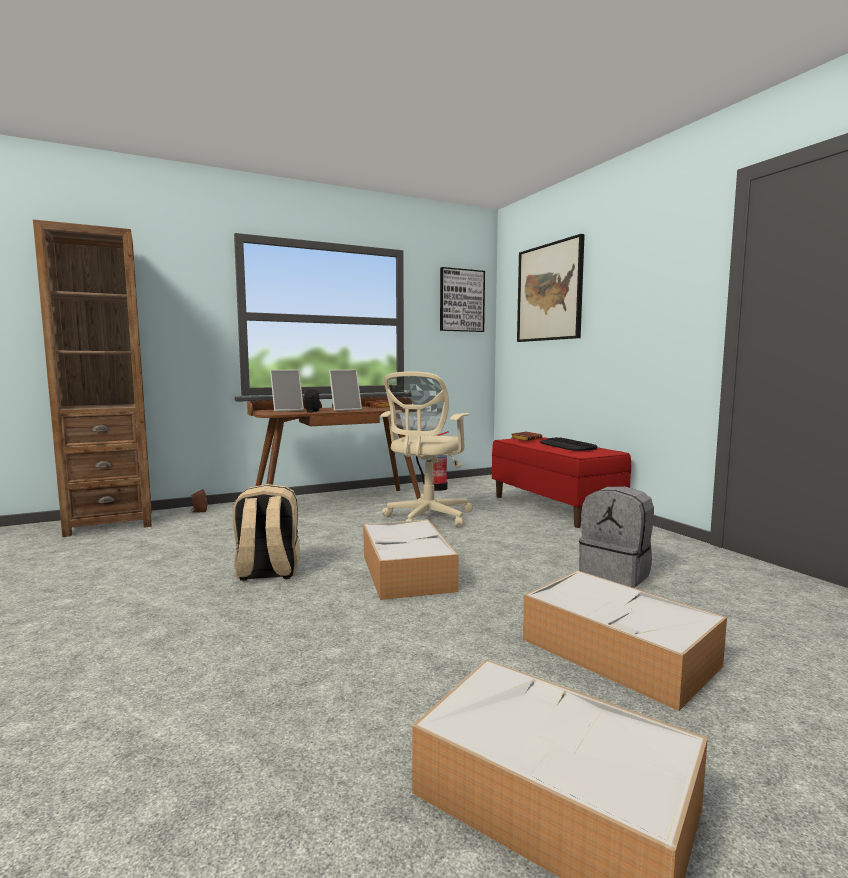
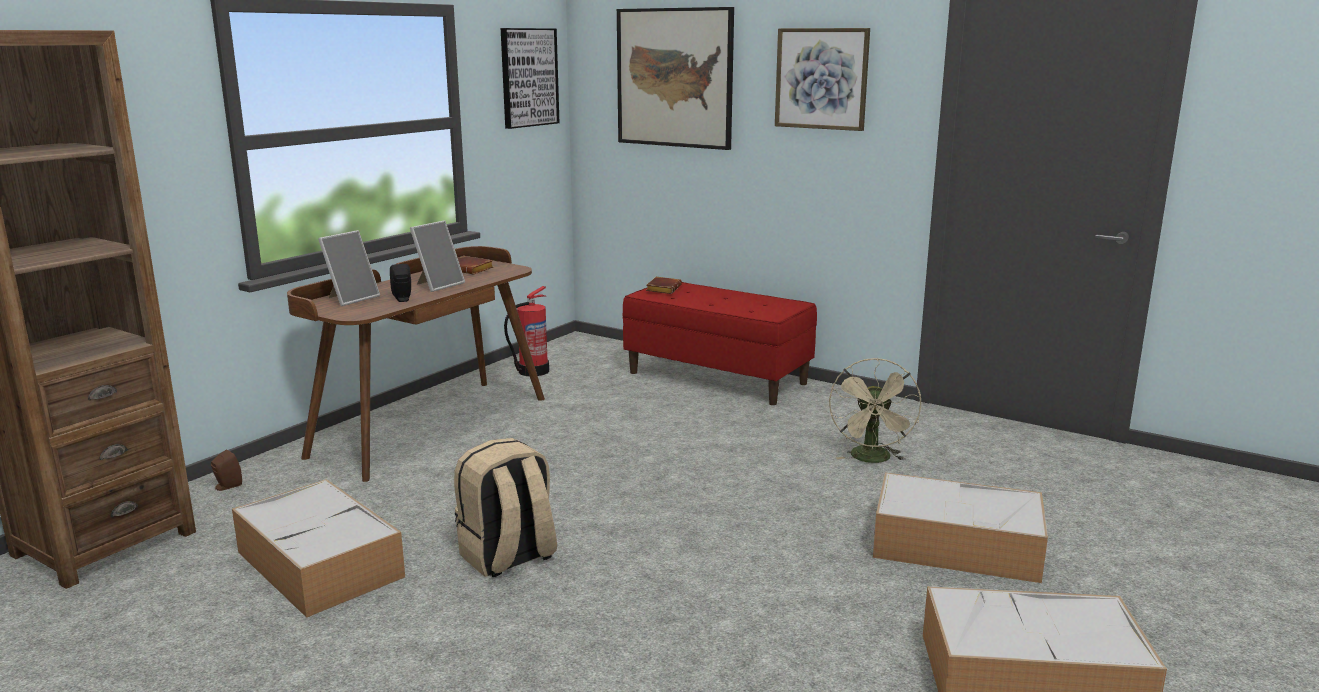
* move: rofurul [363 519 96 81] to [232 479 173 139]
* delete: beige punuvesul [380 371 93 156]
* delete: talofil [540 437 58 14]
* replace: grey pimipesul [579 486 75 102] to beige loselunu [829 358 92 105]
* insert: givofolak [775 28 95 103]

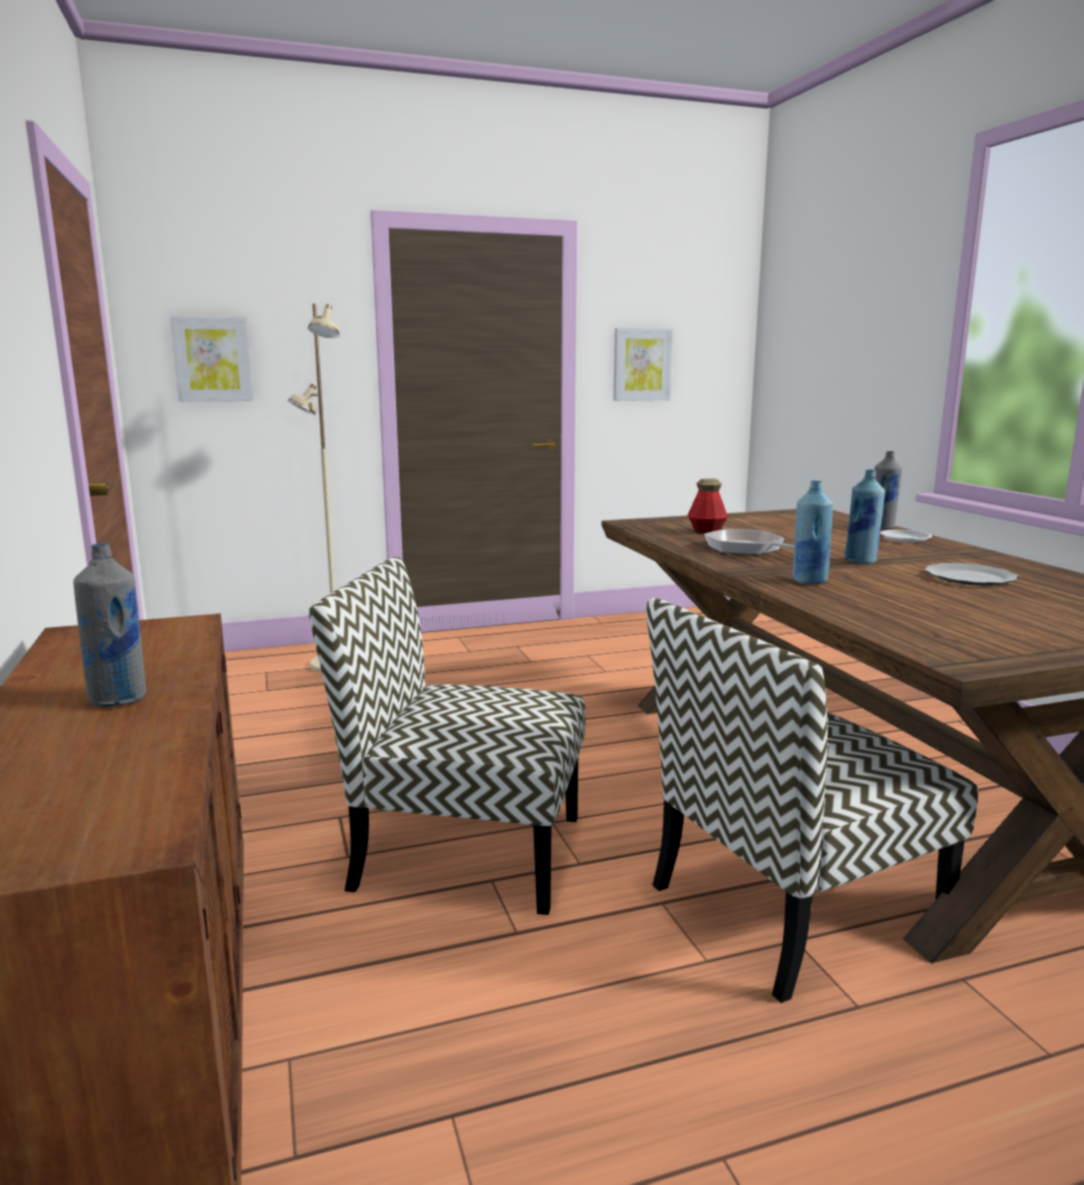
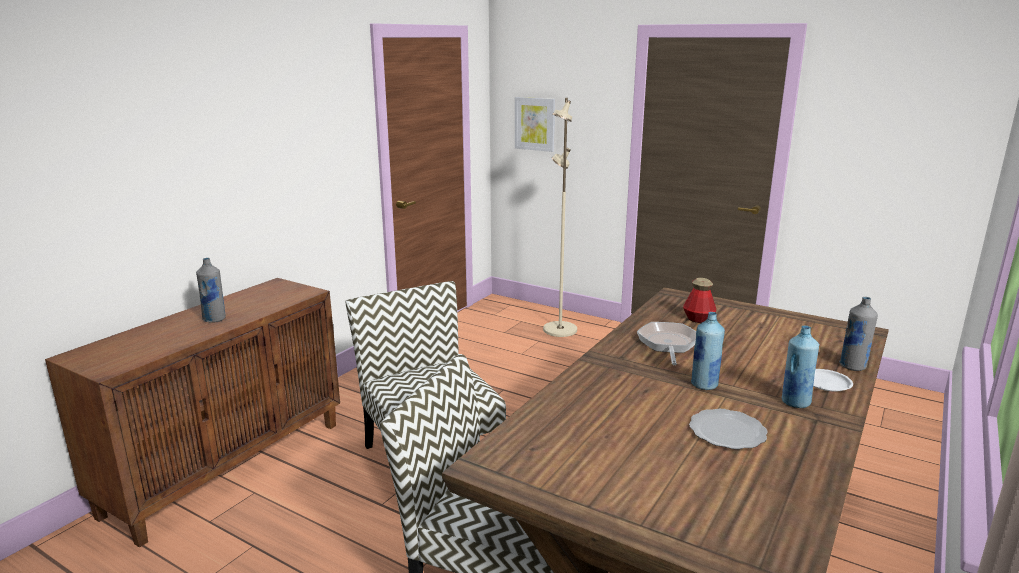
* delete: givofolak [614 328 59 73]
* move: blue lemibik [793 480 40 104] to [782 326 37 82]

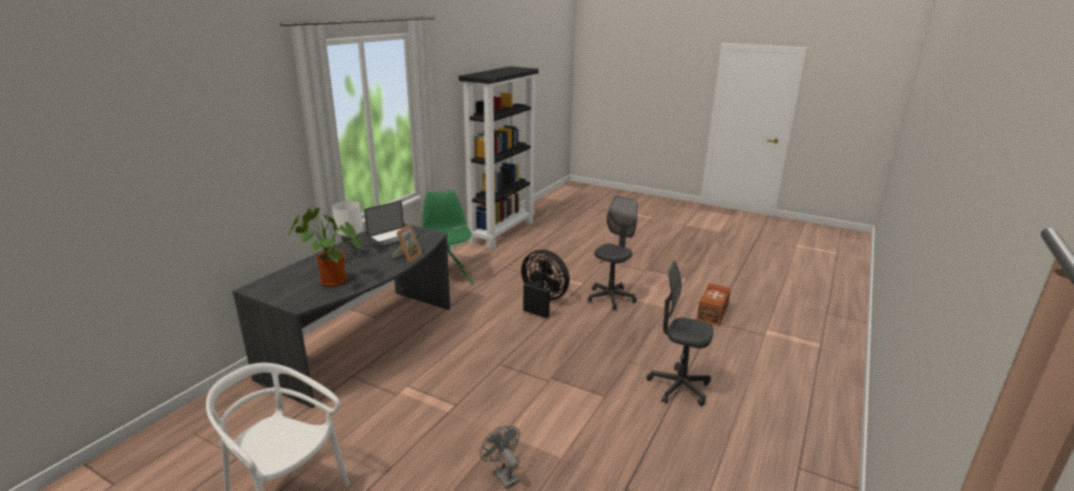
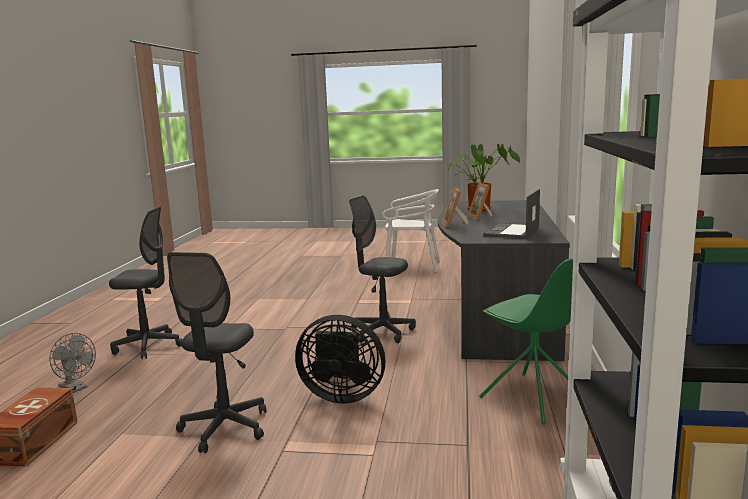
* delete: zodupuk [332 201 31 57]
* move: grey loselunu [480 426 40 63] to [49 333 47 60]
* insert: grey punuvesul [349 195 67 148]
* insert: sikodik [468 182 24 39]

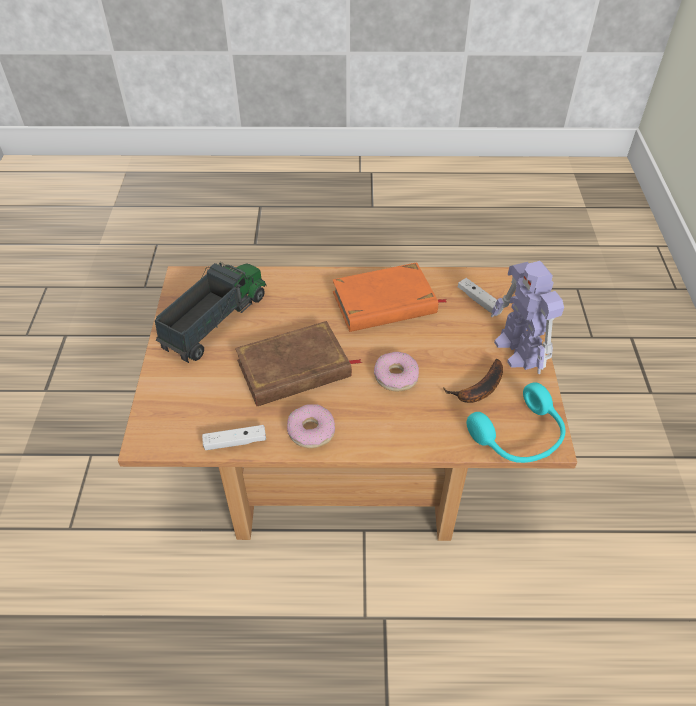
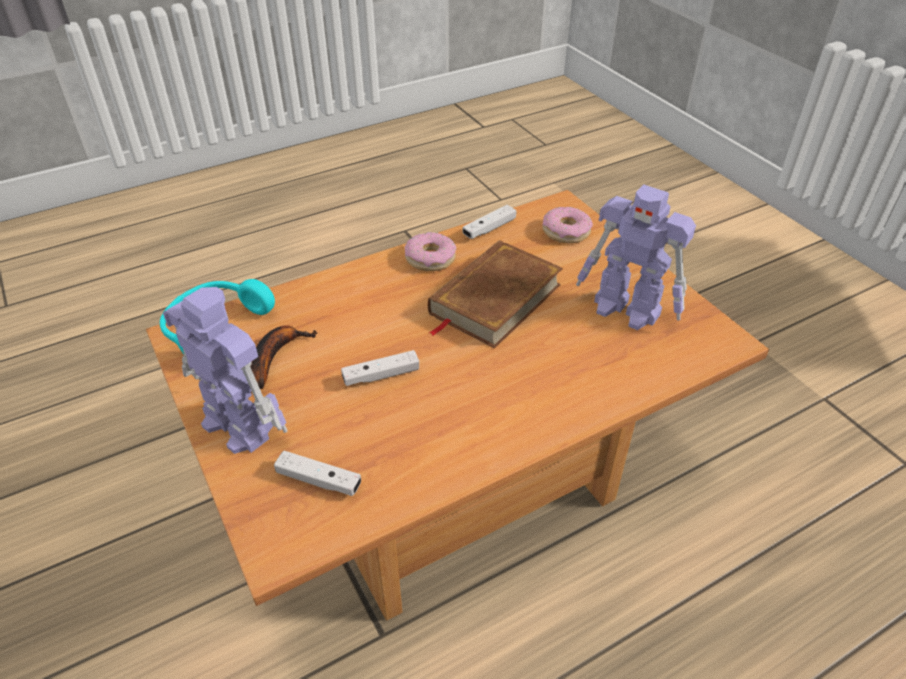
* replace: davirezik [155 262 112 101] to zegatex [576 184 120 146]
* delete: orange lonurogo [333 262 113 70]
* move: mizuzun [374 352 45 39] to [542 207 51 36]
* insert: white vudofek [341 350 78 36]

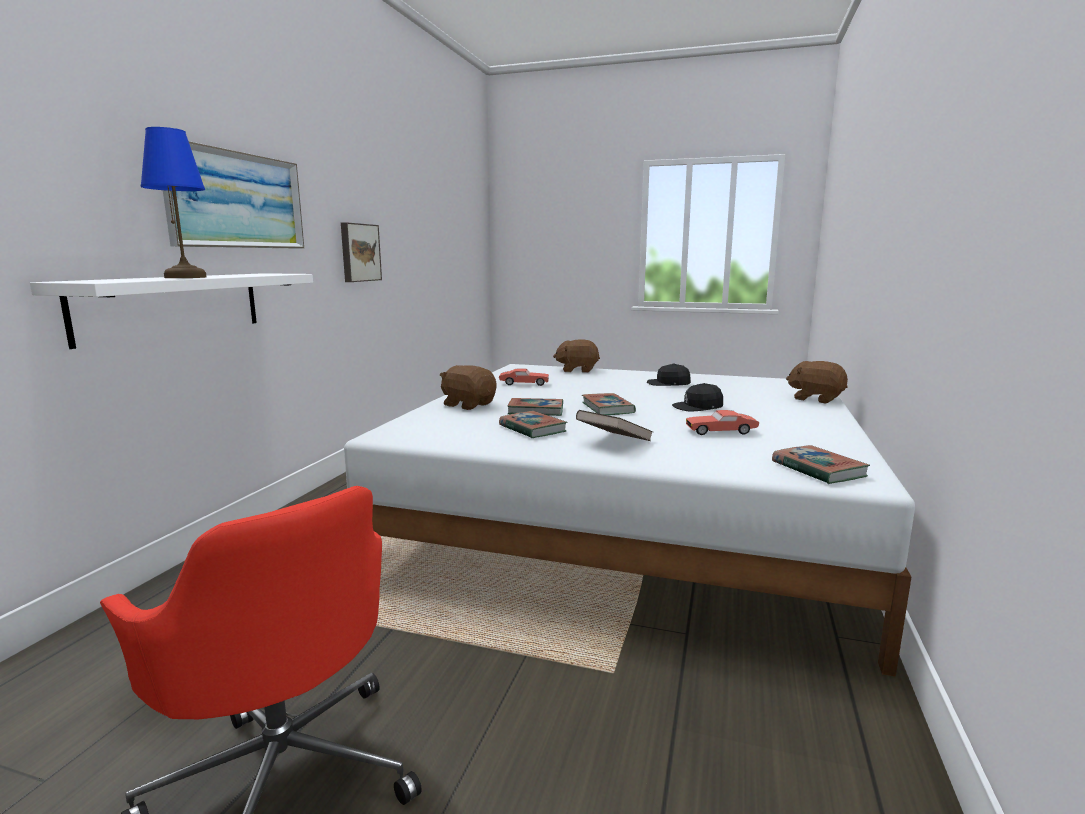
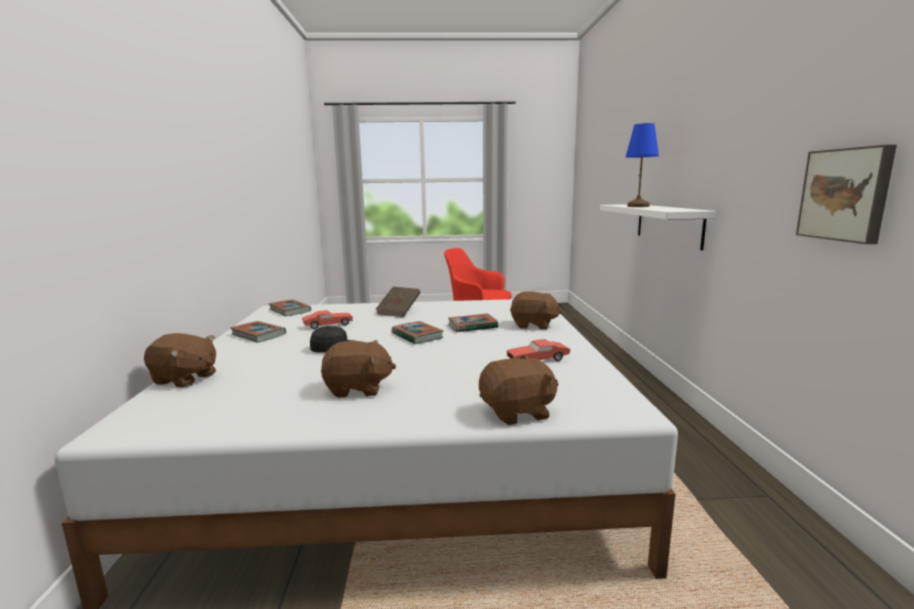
* delete: givofolak [163 141 141 108]
* move: lonurogo [499 411 68 27] to [230 321 56 22]
* replace: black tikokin [647 363 44 23] to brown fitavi [321 340 75 58]

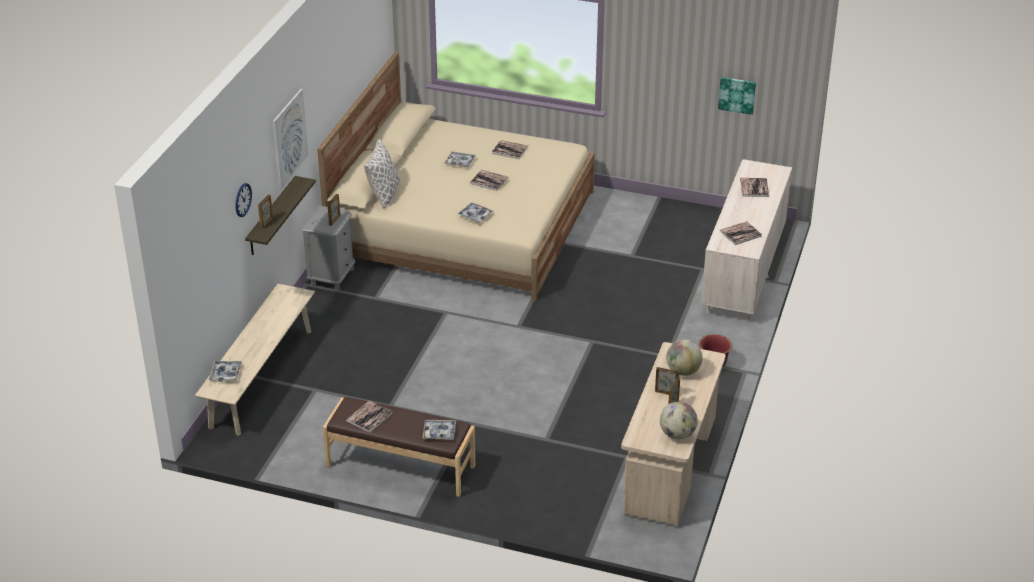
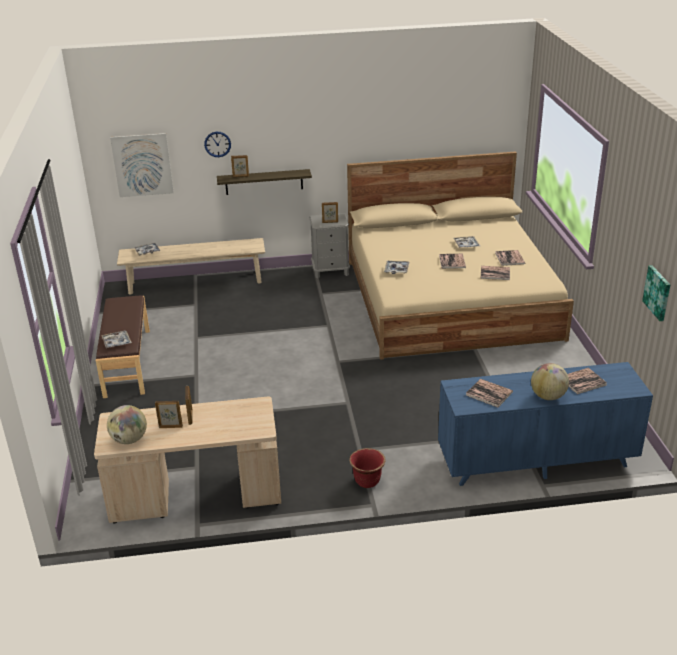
* move: givofolak [273 89 35 100] to [110 133 64 64]
* move: lonurogo [346 401 46 32] to [481 266 29 14]
* delete: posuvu [364 139 36 70]
* move: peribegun [666 340 37 36] to [531 363 38 37]
* recolor: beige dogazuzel [701 159 91 162] to blue dogazuzel [438 362 215 124]

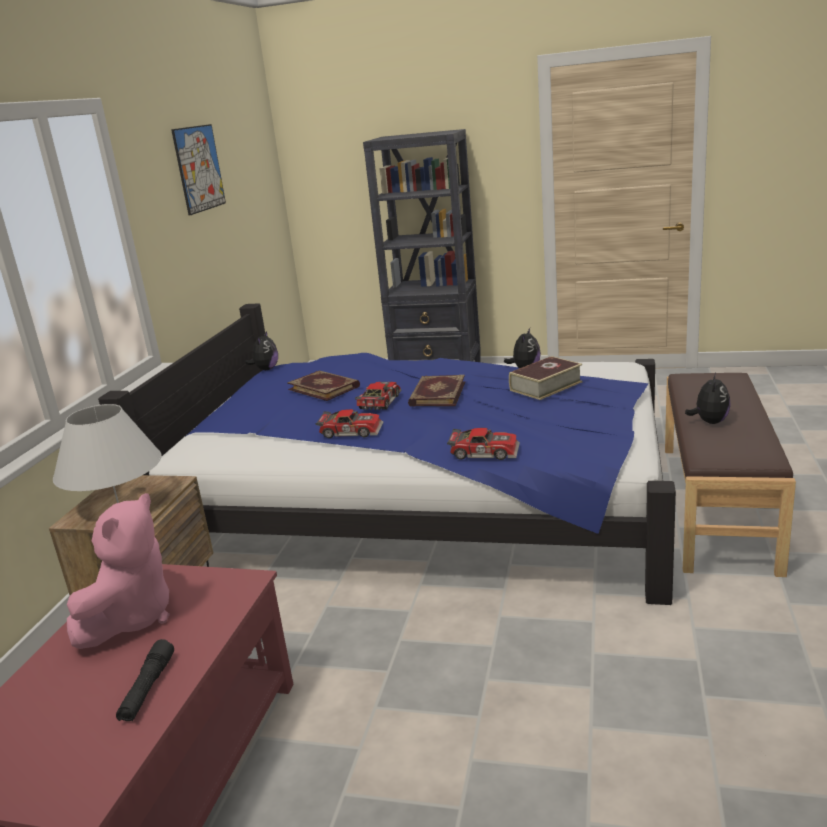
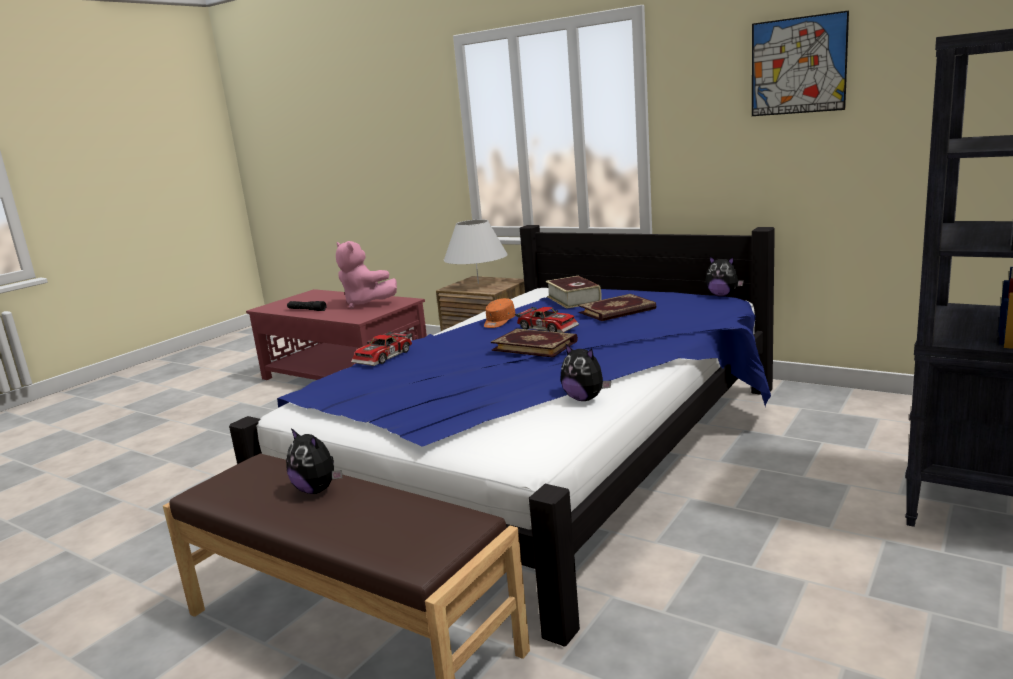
* replace: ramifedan [315 409 68 29] to orange tikokin [484 298 32 30]
* move: lonurogo [509 356 74 44] to [546 276 56 33]

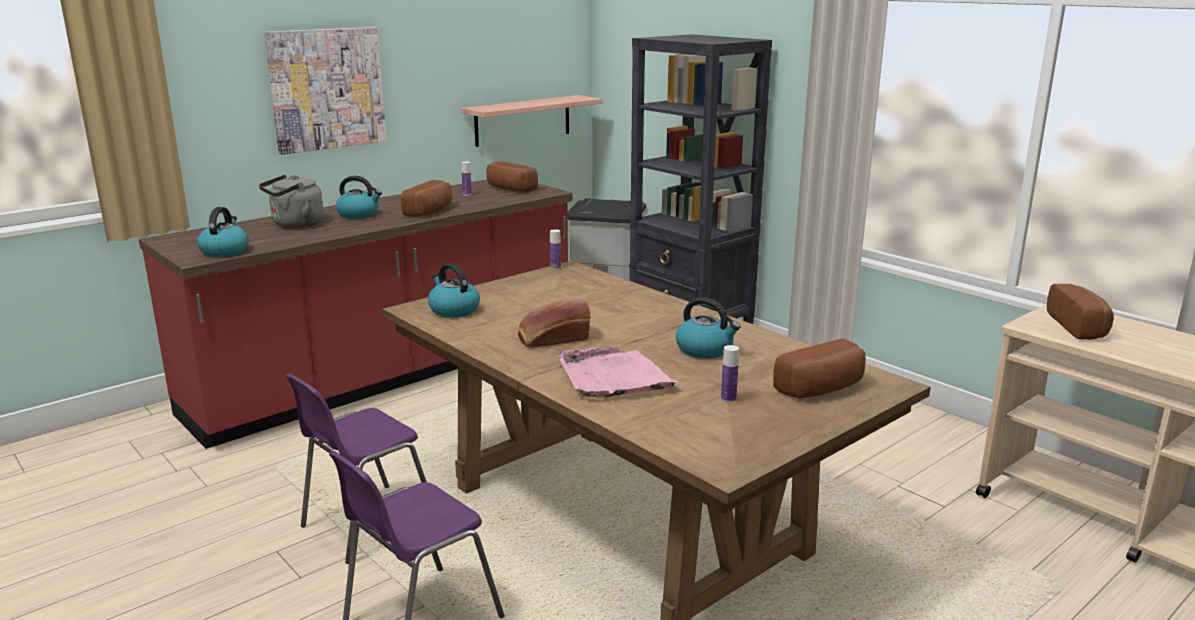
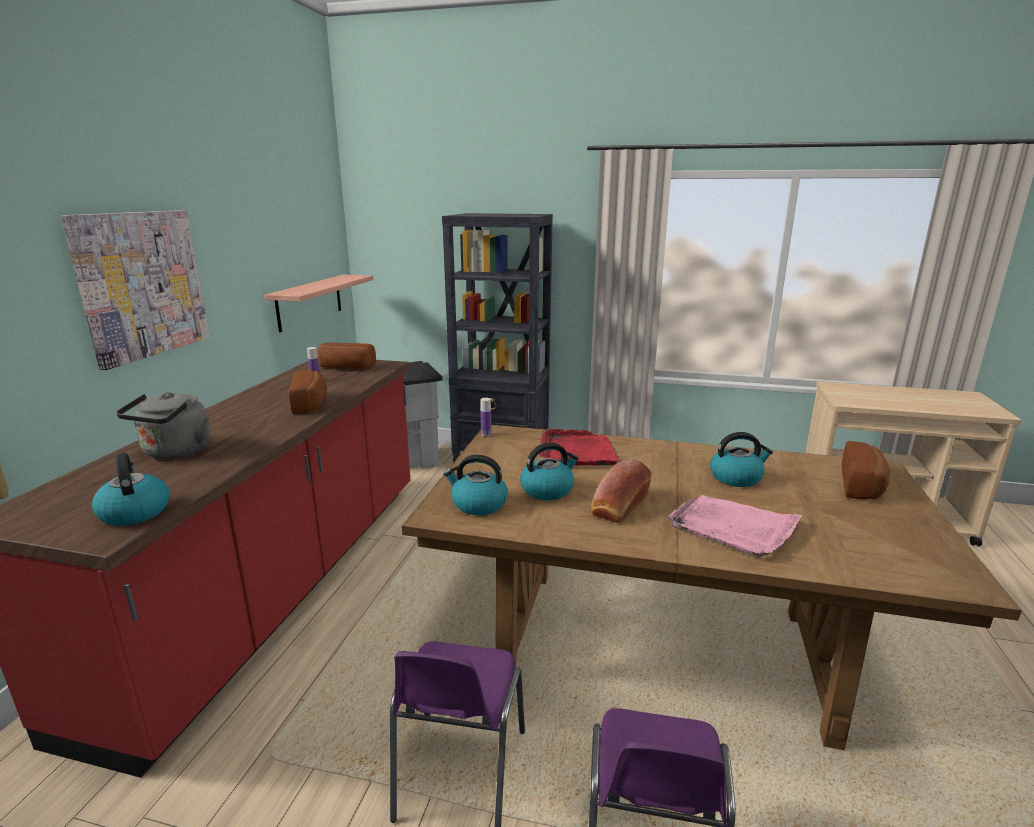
* move: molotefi [336 176 46 43] to [520 442 59 58]
* delete: lemibik [721 345 18 58]
* delete: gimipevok [1047 284 67 56]
* insert: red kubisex [539 429 81 37]

